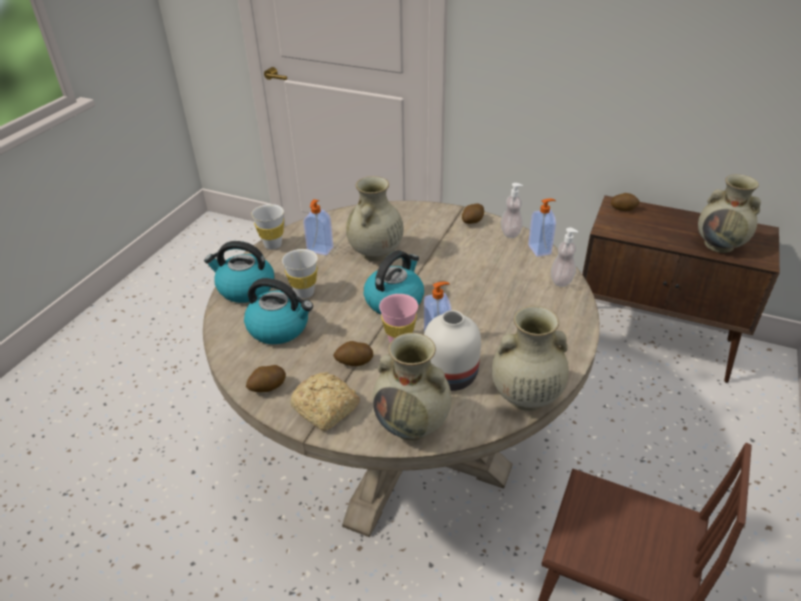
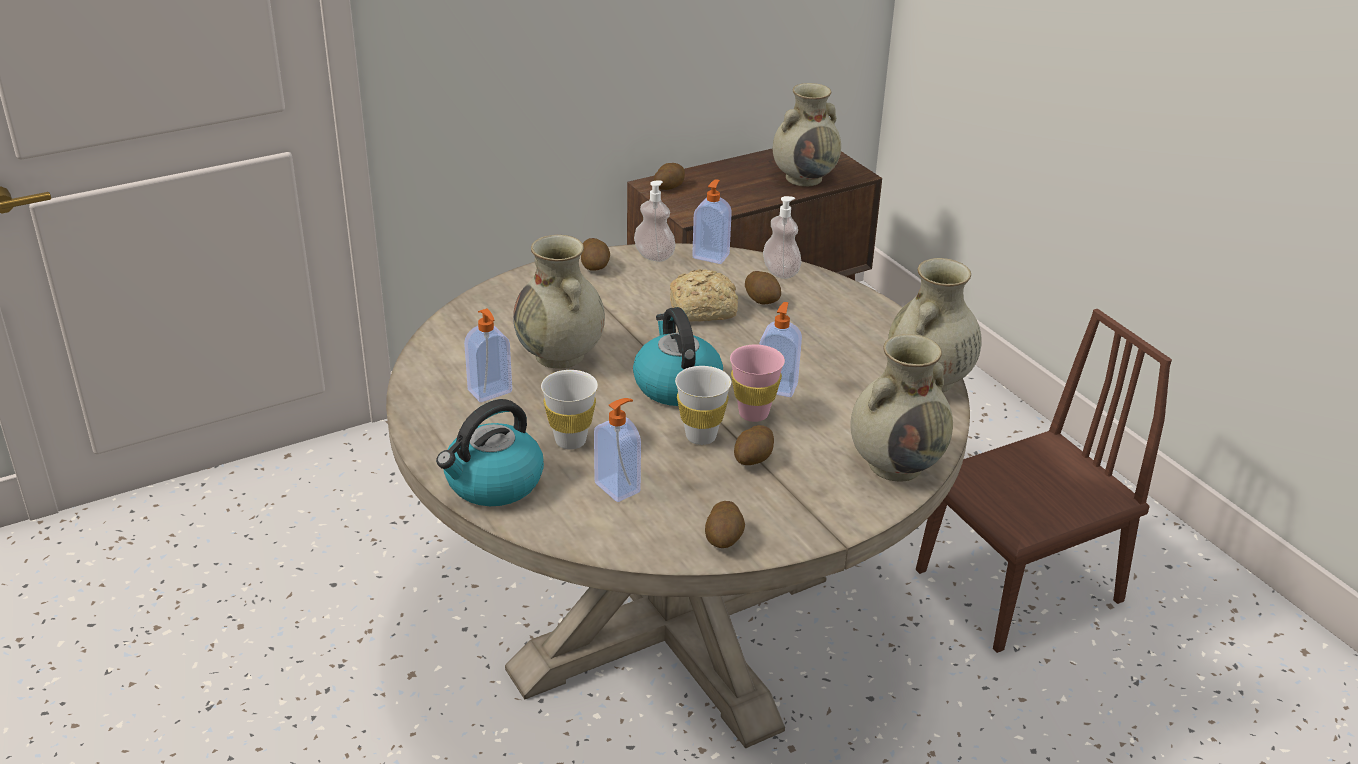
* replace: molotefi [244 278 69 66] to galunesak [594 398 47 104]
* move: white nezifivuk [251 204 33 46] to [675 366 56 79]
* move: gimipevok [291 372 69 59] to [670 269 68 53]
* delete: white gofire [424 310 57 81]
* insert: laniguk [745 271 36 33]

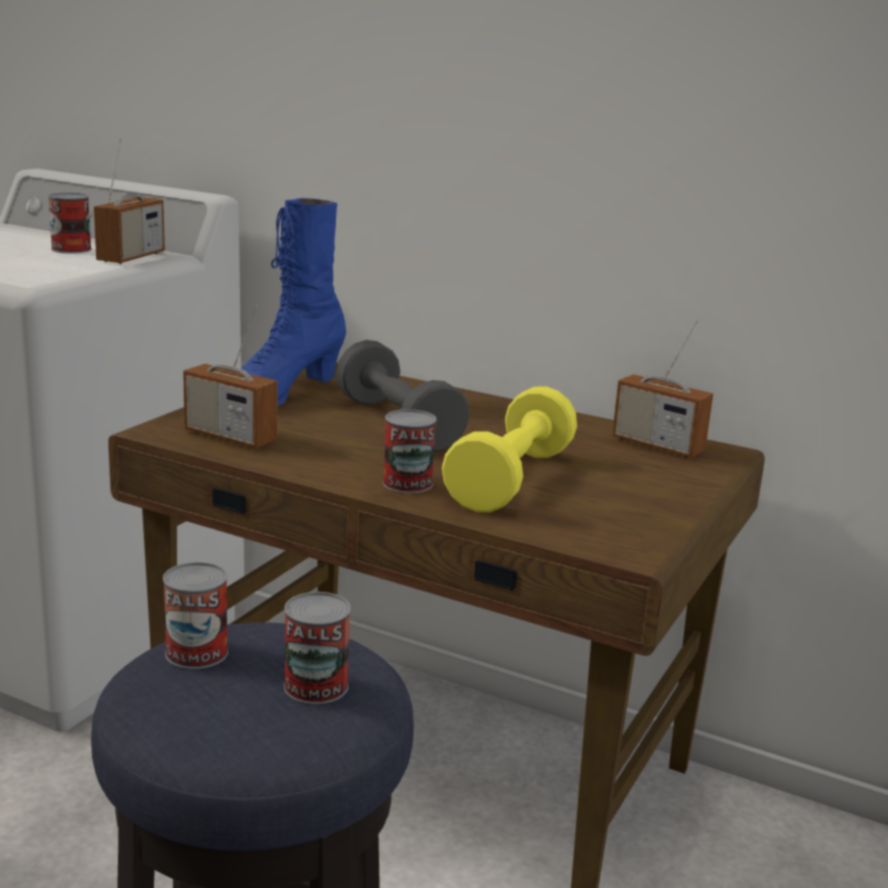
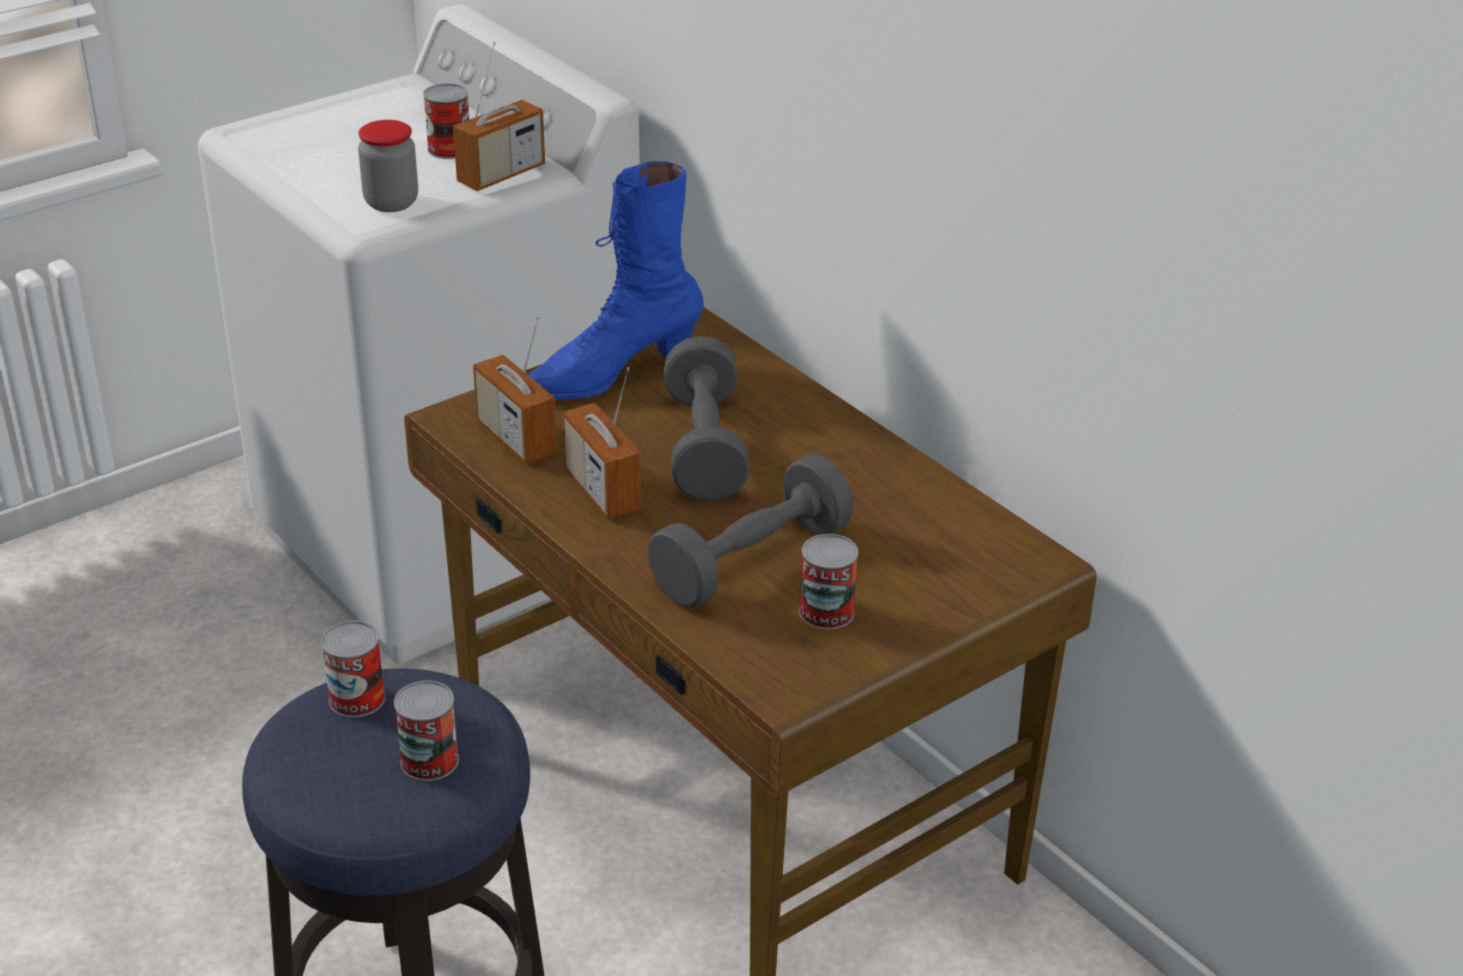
* move: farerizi [383 409 54 84] to [799 534 59 96]
* recolor: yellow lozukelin [442 386 135 127] to grey lozukelin [648 454 205 153]
* move: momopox [612 319 101 139] to [562 367 79 152]
* insert: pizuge [358 120 60 92]

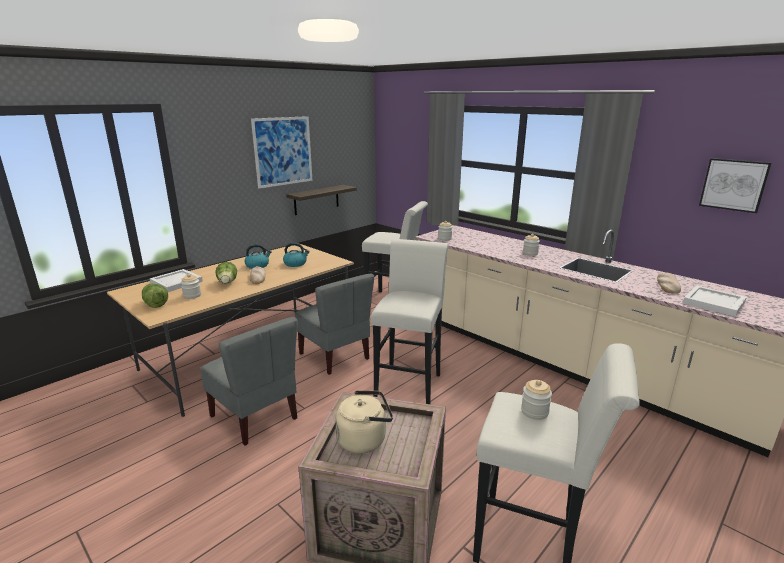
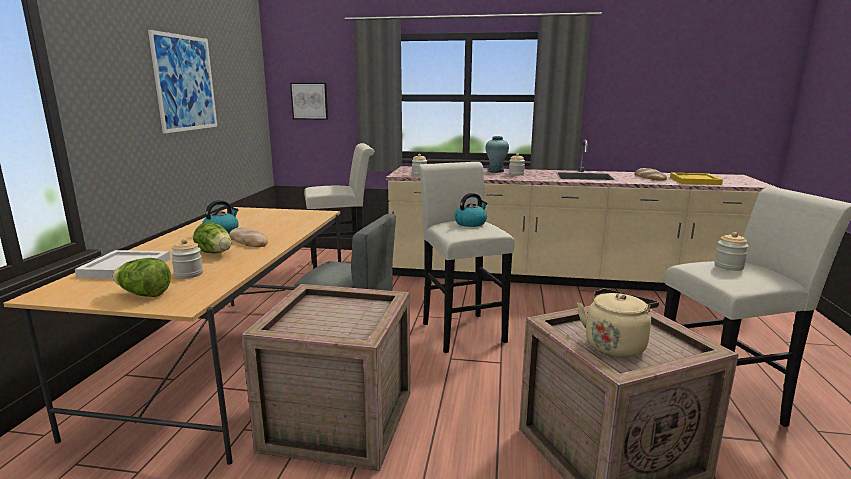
* replace: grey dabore [200 317 97 129] to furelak [241 284 169 187]
* move: molotefi [283 242 27 25] to [454 193 33 34]
* delete: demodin [286 185 71 30]
* recolor: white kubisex [683 285 64 32] to yellow kubisex [670 173 53 12]
* move: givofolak [699 158 72 55] to [290 83 38 37]
* insert: turquoise gofire [485 136 24 37]

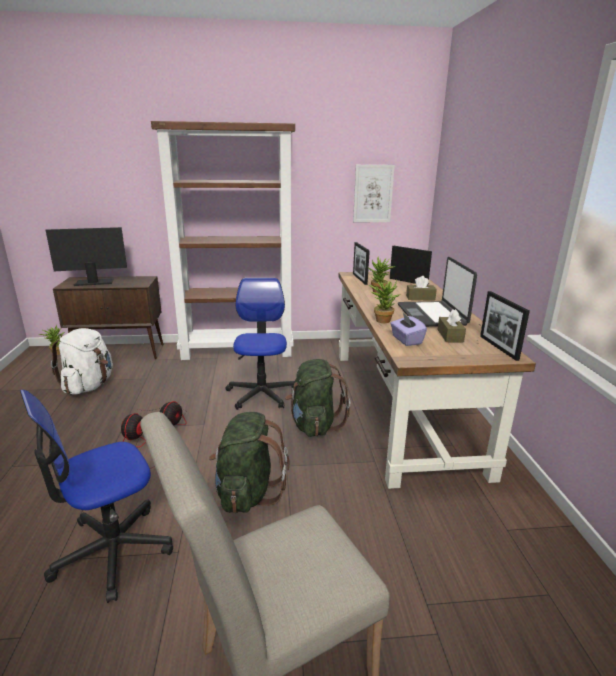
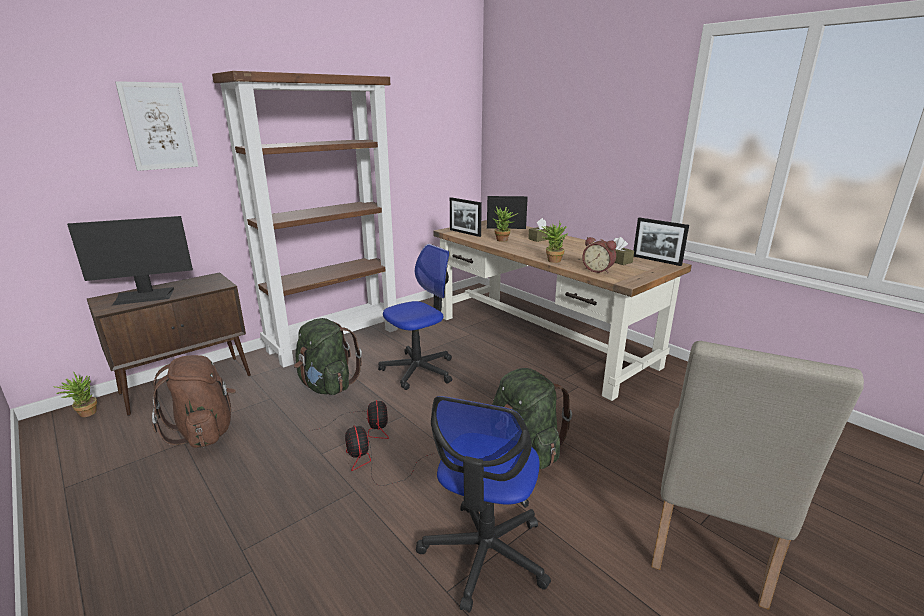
* rotate: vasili [46 227 81 59] = [67 216 126 89] 150 degrees counterclockwise
* recolor: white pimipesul [51 328 62 67] to brown pimipesul [152 355 84 93]
* rotate: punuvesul [226 278 69 132] = [378 244 74 146] 90 degrees clockwise
* move: green pimipesul [285 359 65 78] to [294 318 68 77]
* move: givofolak [353 165 42 57] to [115 81 83 90]
* replace: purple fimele [390 313 37 33] to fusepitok [582 237 34 37]
* delete: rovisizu [398 257 79 70]

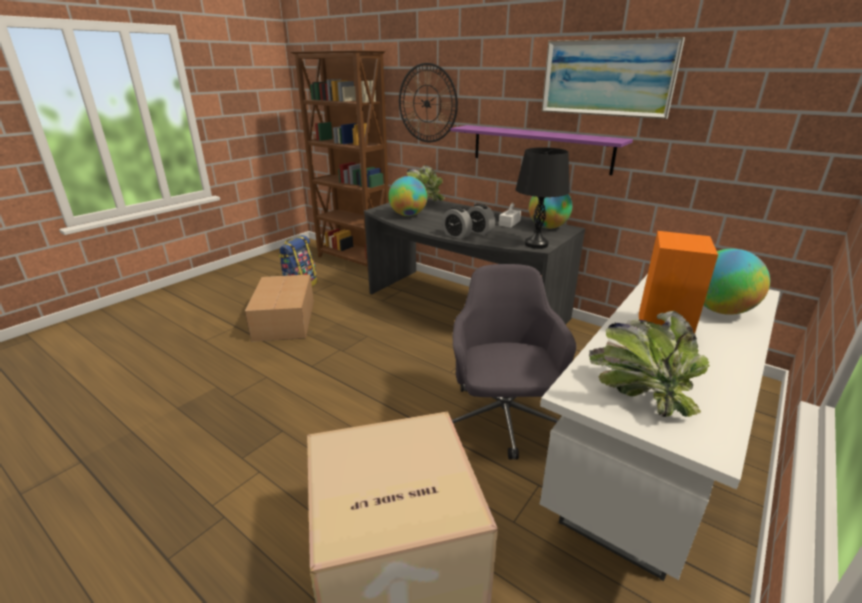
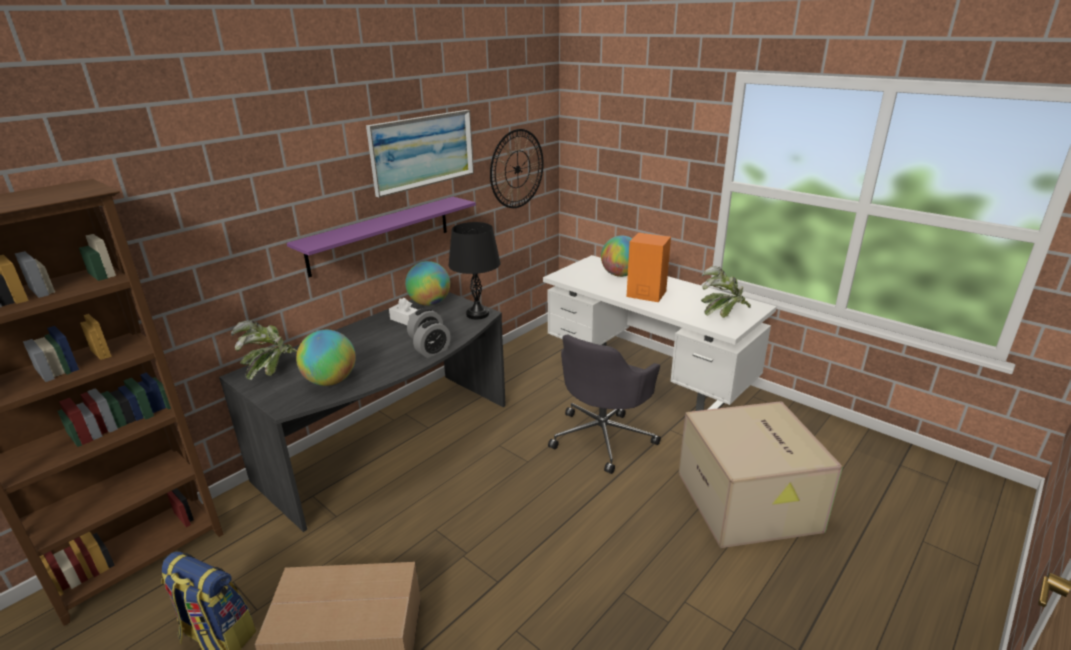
* move: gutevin [399 63 59 79] to [490 129 54 79]
* rotate: grey punuvesul [452 264 124 196] = [548 335 113 139] 60 degrees counterclockwise

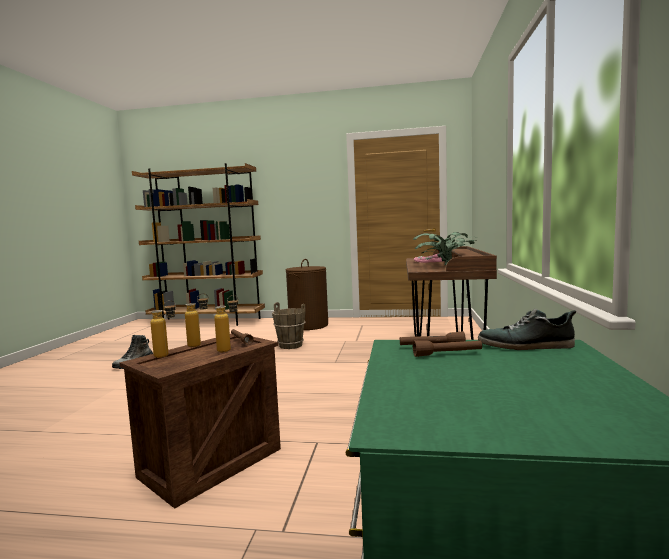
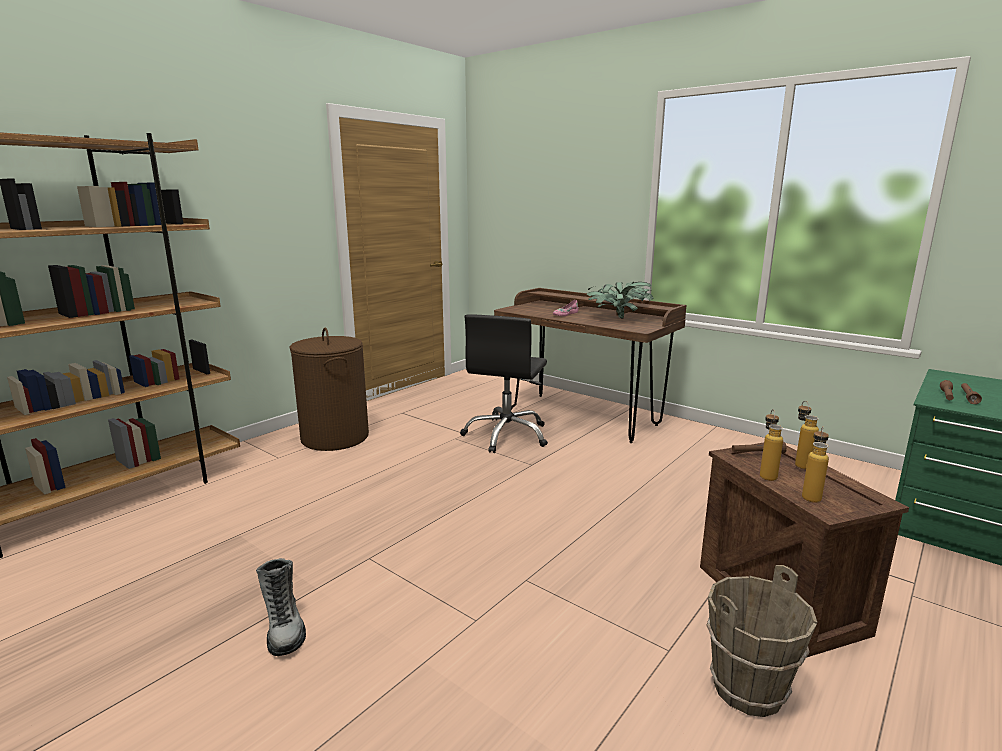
* move: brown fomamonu [272 302 34 47] to [707 565 110 152]
* delete: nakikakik [478 309 98 41]
* insert: black punuvesul [460 314 88 139]

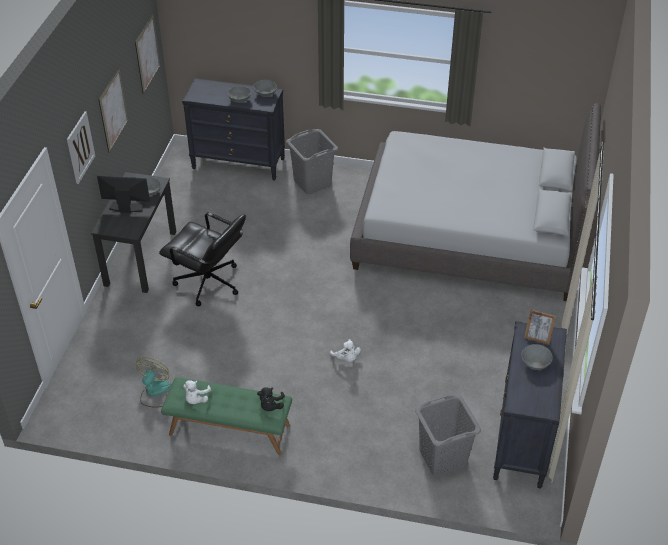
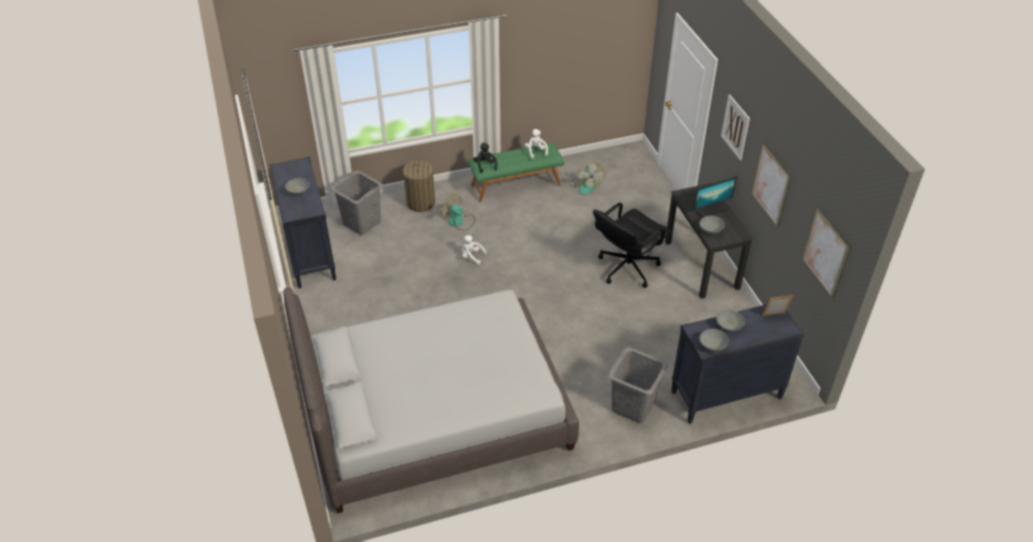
* rotate: black punuvesul [159 212 87 94] = [593 202 78 86] 45 degrees counterclockwise
* move: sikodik [524 310 32 35] to [762 295 31 21]
* insert: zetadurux [403 160 32 52]
* insert: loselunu [440 194 35 37]

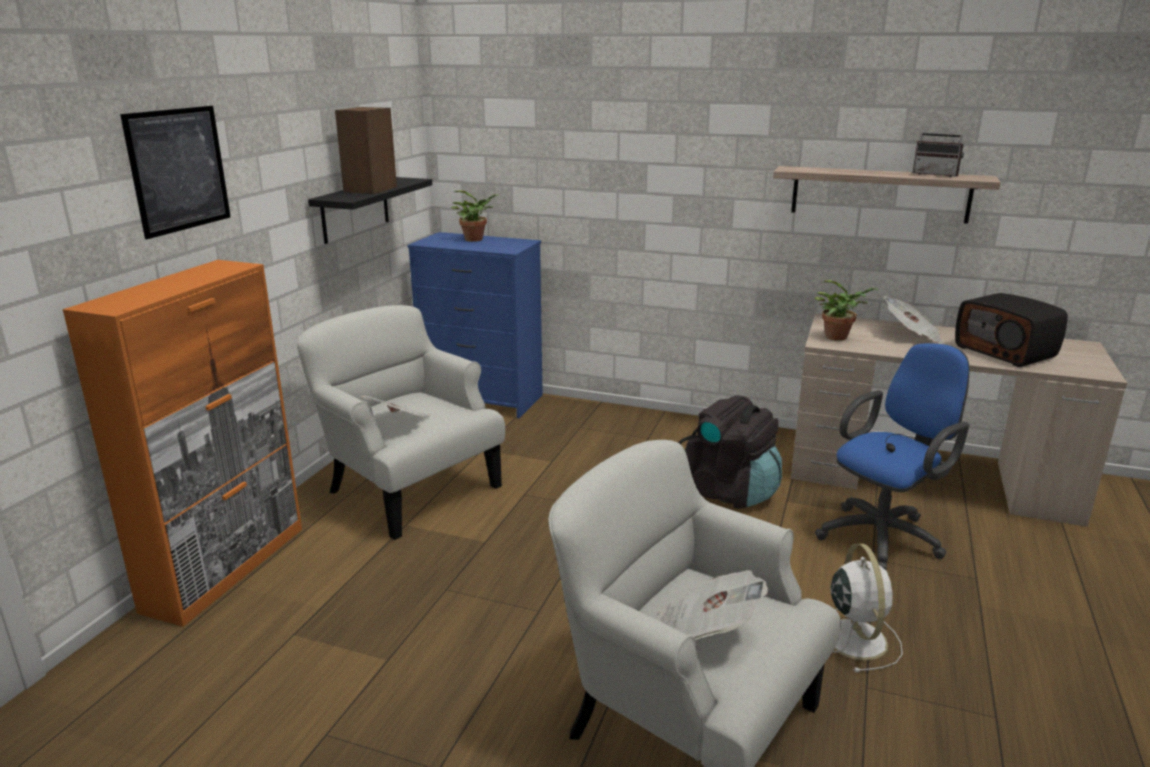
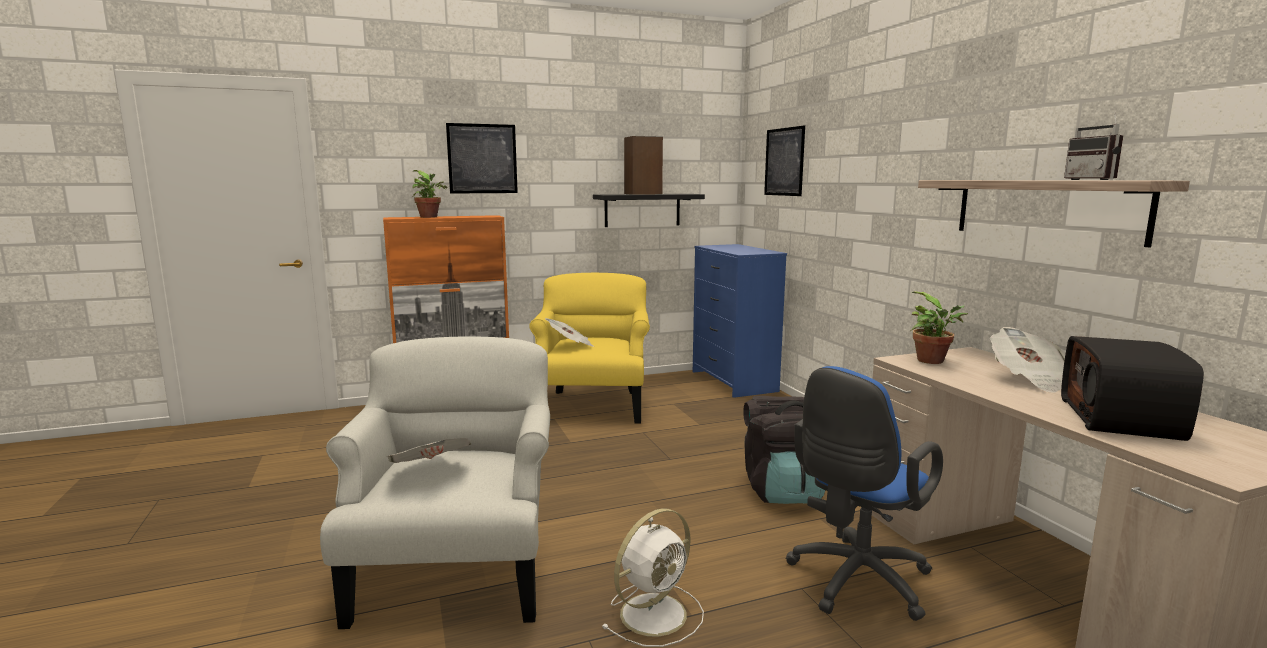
* recolor: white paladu [296 305 209 235] to yellow paladu [529 273 121 150]
* move: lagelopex [451 190 48 52] to [412 170 35 48]
* rotate: blue punuvesul [815 343 154 228] = [786 366 157 255] 120 degrees clockwise
* insert: givofolak [764 125 41 71]

